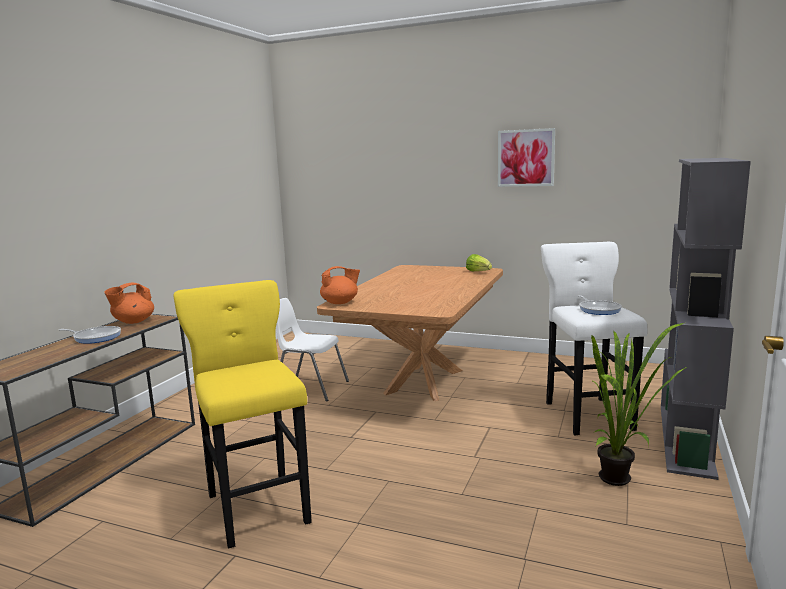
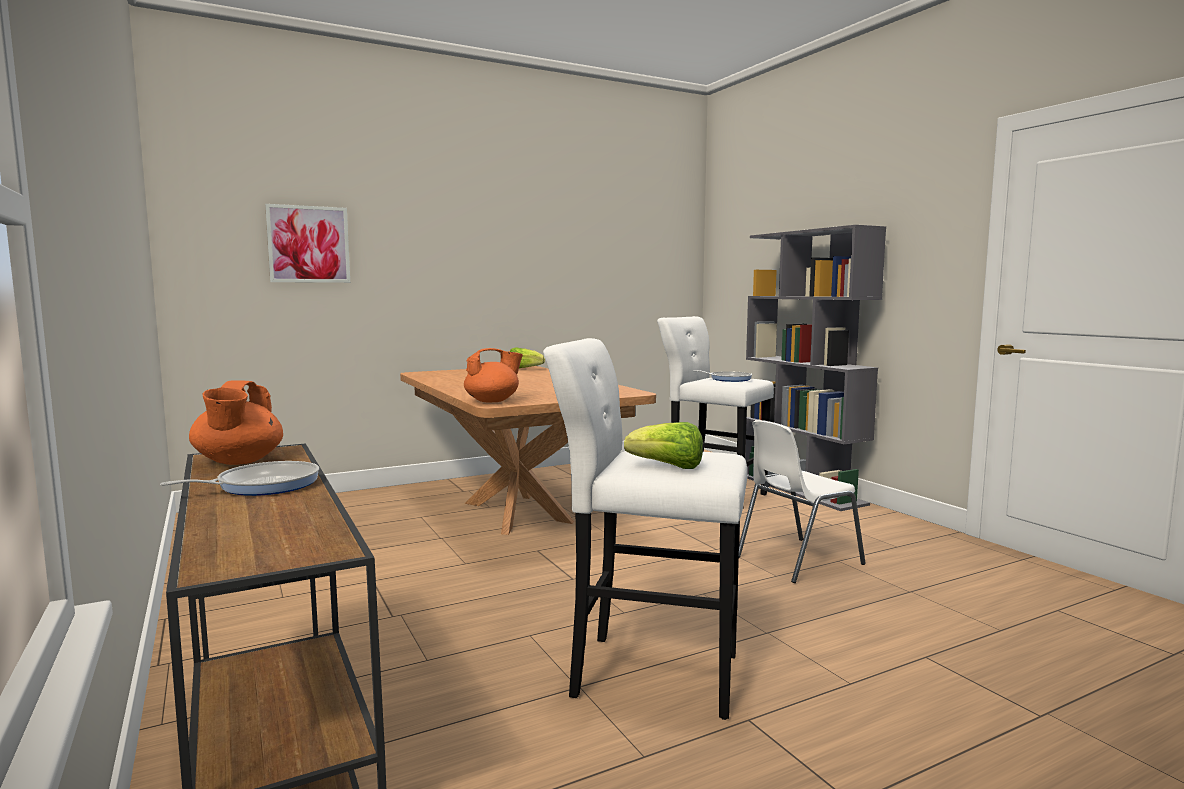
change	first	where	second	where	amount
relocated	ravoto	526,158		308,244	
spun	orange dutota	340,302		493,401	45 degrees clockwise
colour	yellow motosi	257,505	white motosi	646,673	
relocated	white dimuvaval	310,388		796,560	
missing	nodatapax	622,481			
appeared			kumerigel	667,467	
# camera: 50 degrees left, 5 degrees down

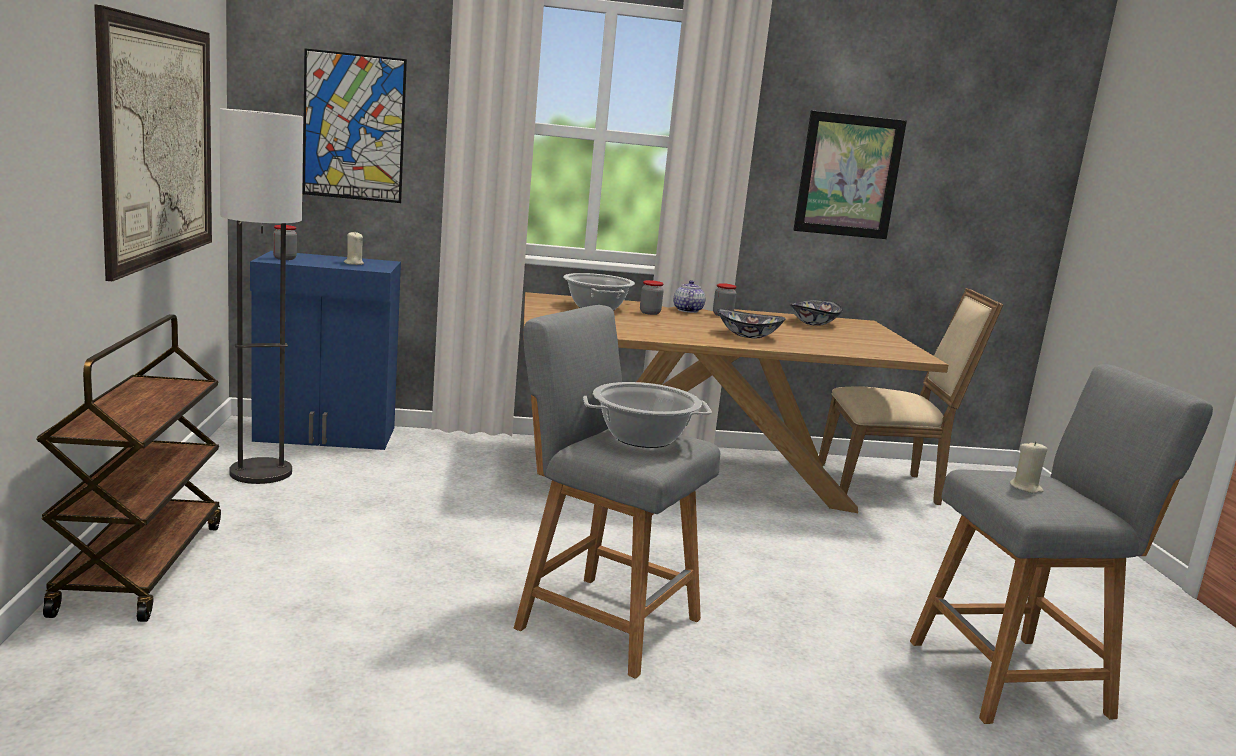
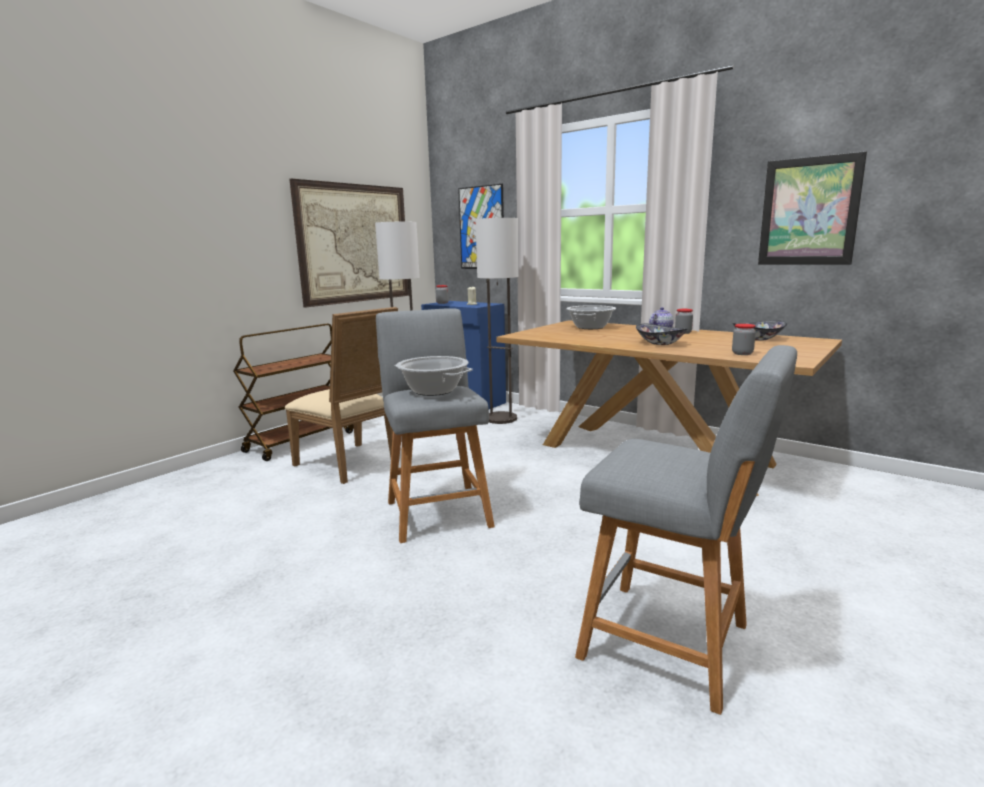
change	first	where	second	where	amount
relocated	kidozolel	650,313		742,353	
relocated	beige dimuvaval	885,485		351,465	
missing	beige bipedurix	1026,488			
appeared			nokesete	501,419	
# camera: 45 degrees right, 0 degrees up

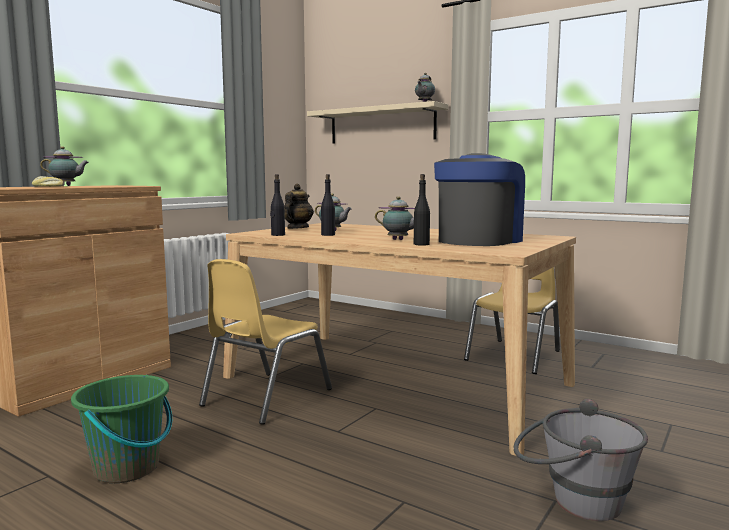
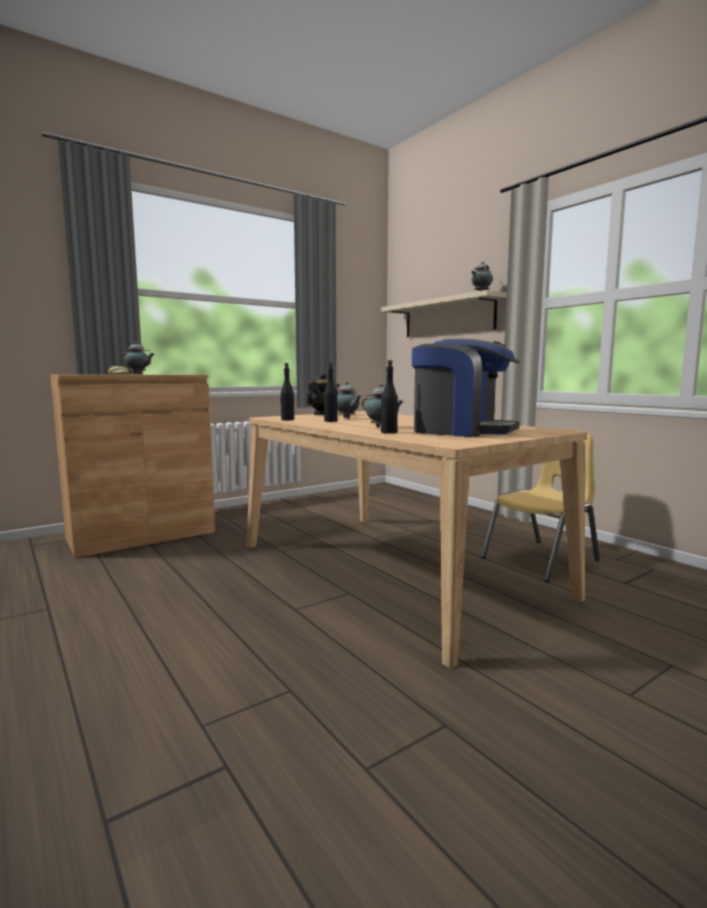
change	first	where	second	where	amount
spun	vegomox	479,240		461,431	60 degrees clockwise
missing	yellow dimuvaval	265,397			
missing	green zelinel	127,468			
missing	grey zelinel	572,500			
# camera: 20 degrees right, 0 degrees up

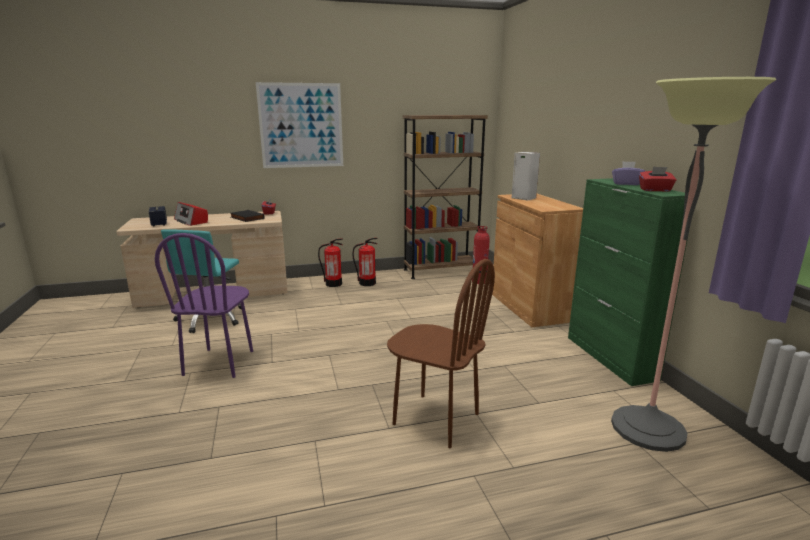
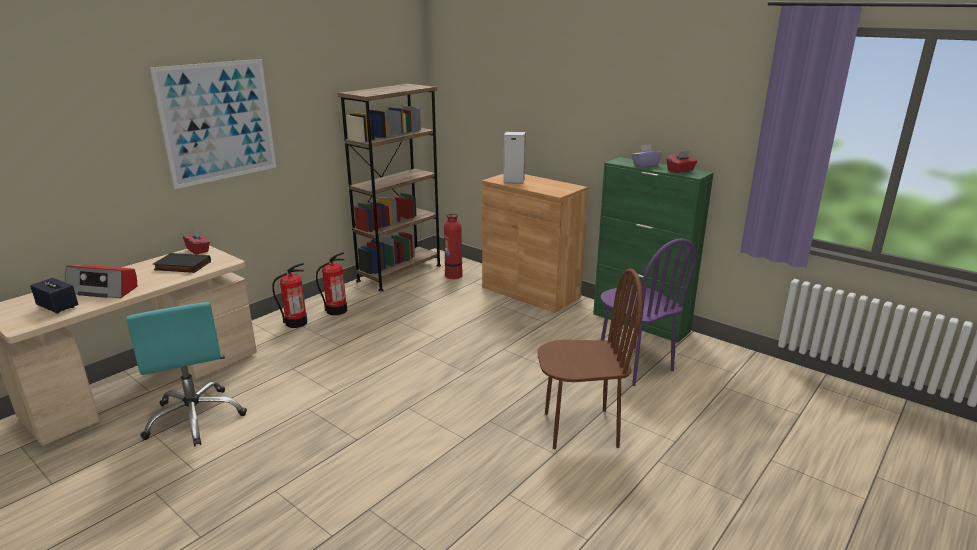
change	first	where	second	where	amount
missing	nokesete	647,428			
relocated	purple dimuvaval	219,363		634,365	
# camera: 35 degrees left, 5 degrees up

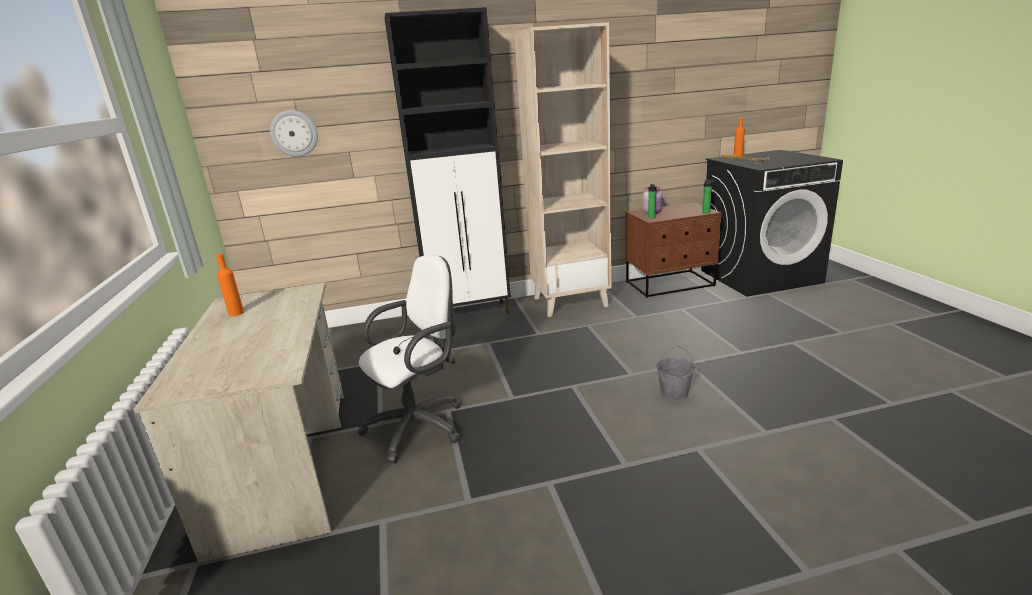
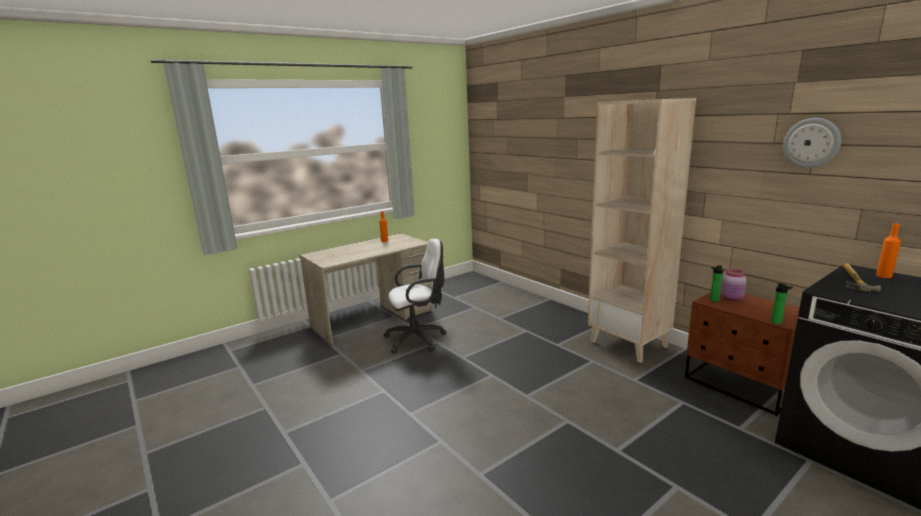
change	first	where	second	where	amount
missing	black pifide	470,313			
relocated	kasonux	294,133		811,143	
spun	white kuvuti	421,425		418,339	45 degrees counterclockwise
missing	grey zelinel	674,393			
# camera: 65 degrees right, 5 degrees down

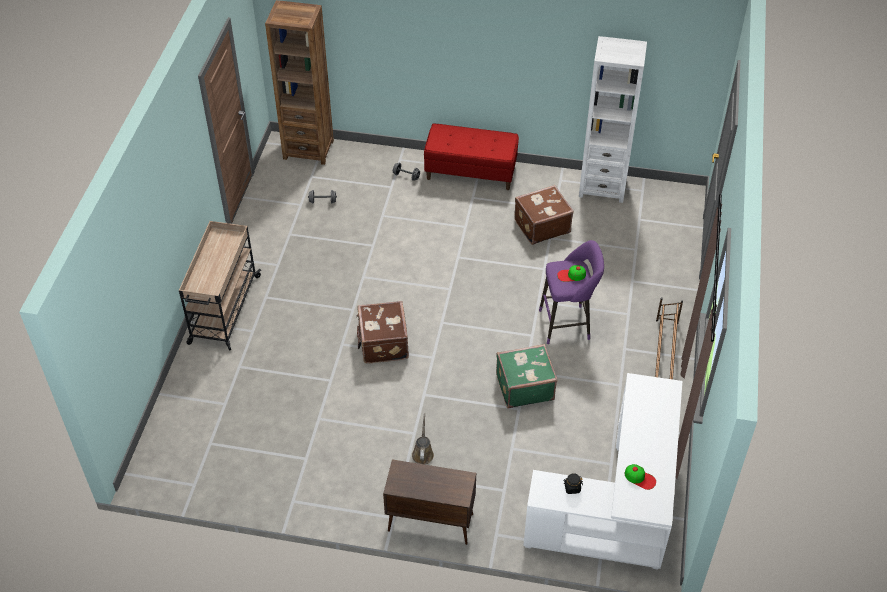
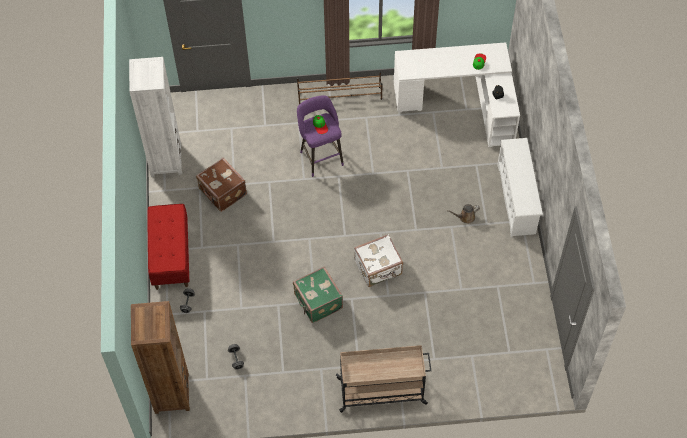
change	first	where	second	where	amount
colour	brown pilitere	382,344	white pilitere	378,268	
relocated	green pilitere	524,386		317,302	
exchanged	brown pifide	429,523	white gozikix	517,199	
# camera: 105 degrees left, 10 degrees up

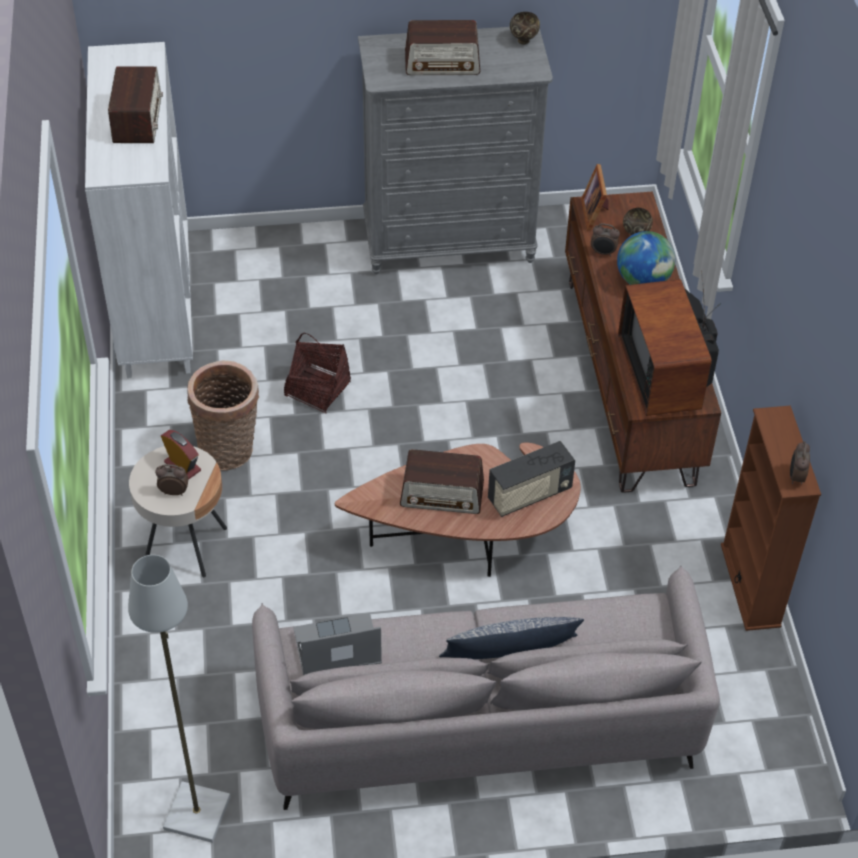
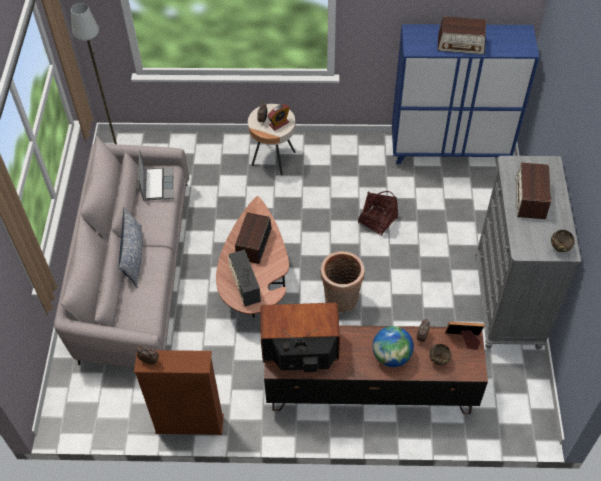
change	first	where	second	where	amount
colour	white pifide	156,307	blue pifide	449,150	
relocated	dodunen	230,450		341,301	
# camera: 100 degrees right, 5 degrees up

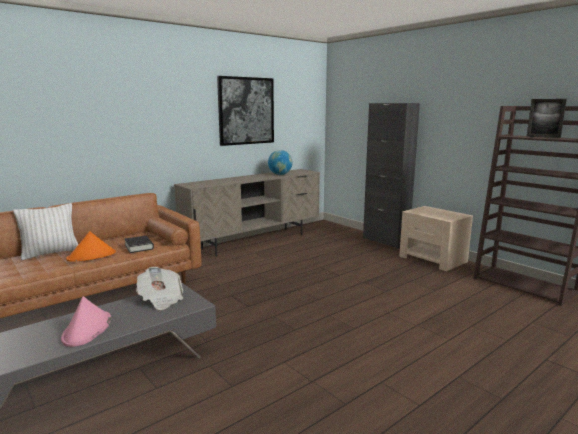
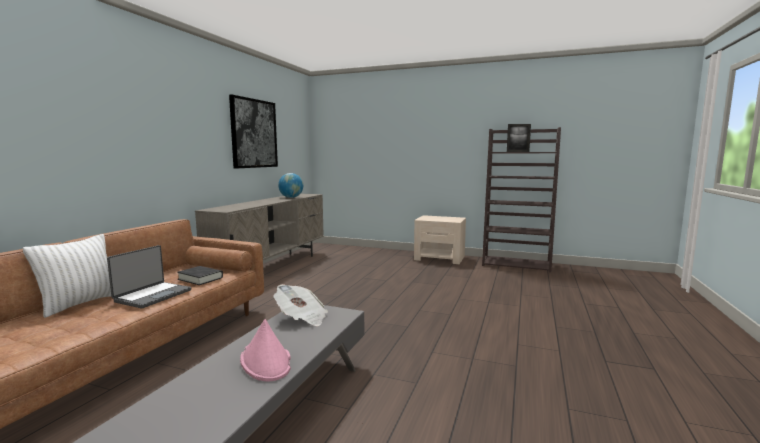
change	first	where	second	where	amount
missing	black pifide	385,241			
exchanged	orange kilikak	92,256	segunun	152,295	
# camera: 30 degrees left, 5 degrees down

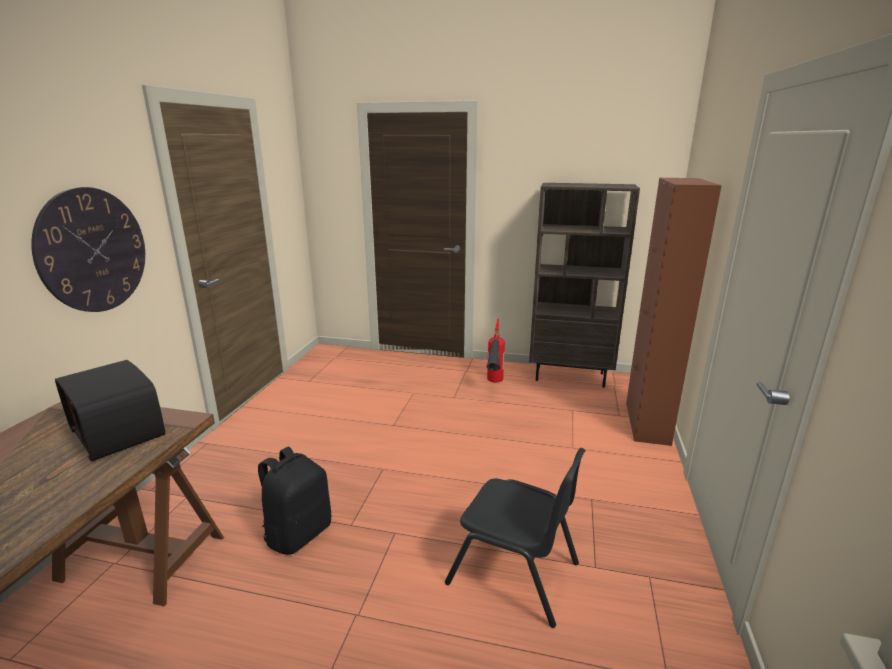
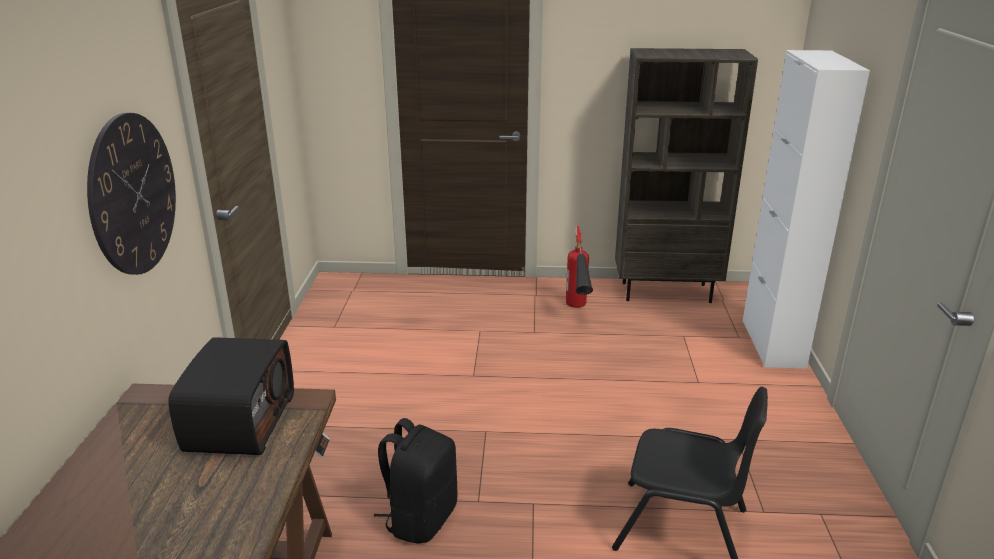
change	first	where	second	where	amount
colour	brown pifide	647,423	white pifide	772,343	
spun	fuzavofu	120,431		239,422	120 degrees counterclockwise
# camera: 10 degrees left, 5 degrees up

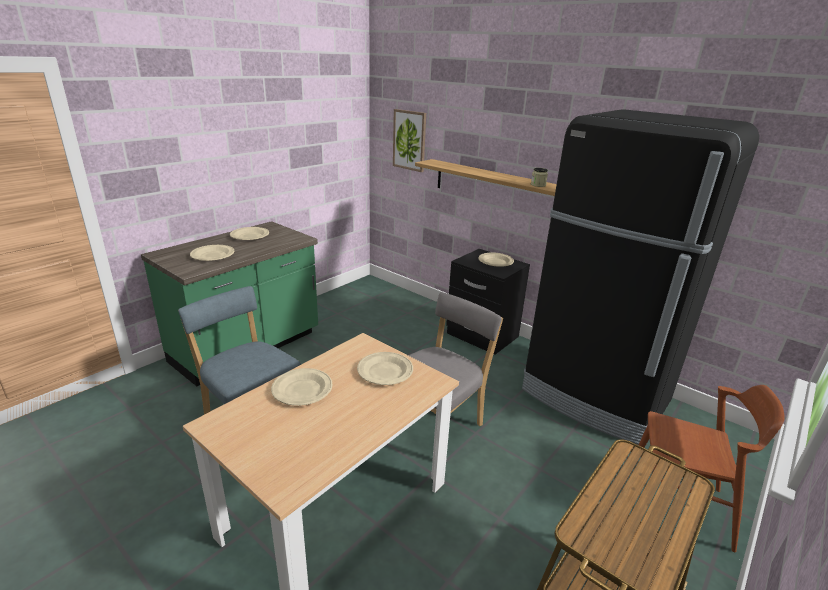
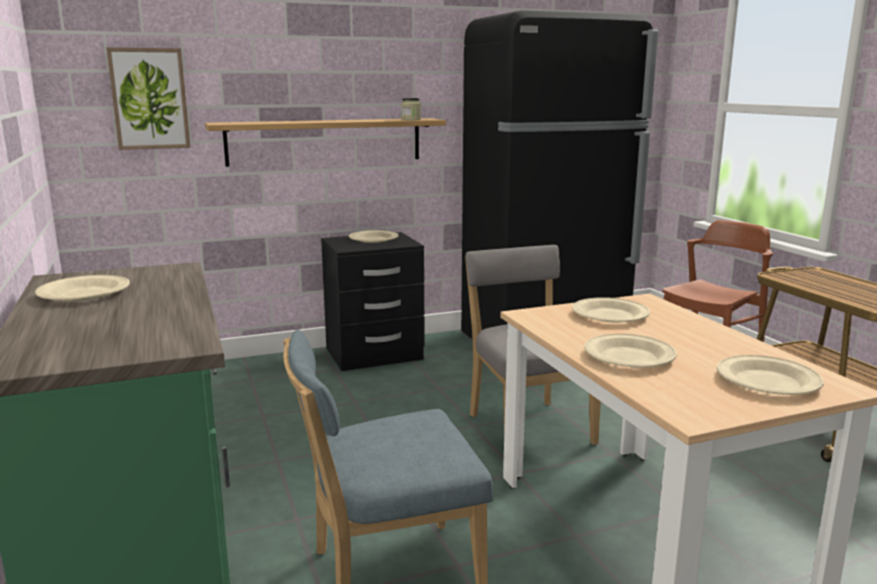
change	first	where	second	where	amount
relocated	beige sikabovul	213,255		768,381	
# camera: 60 degrees left, 10 degrees down

